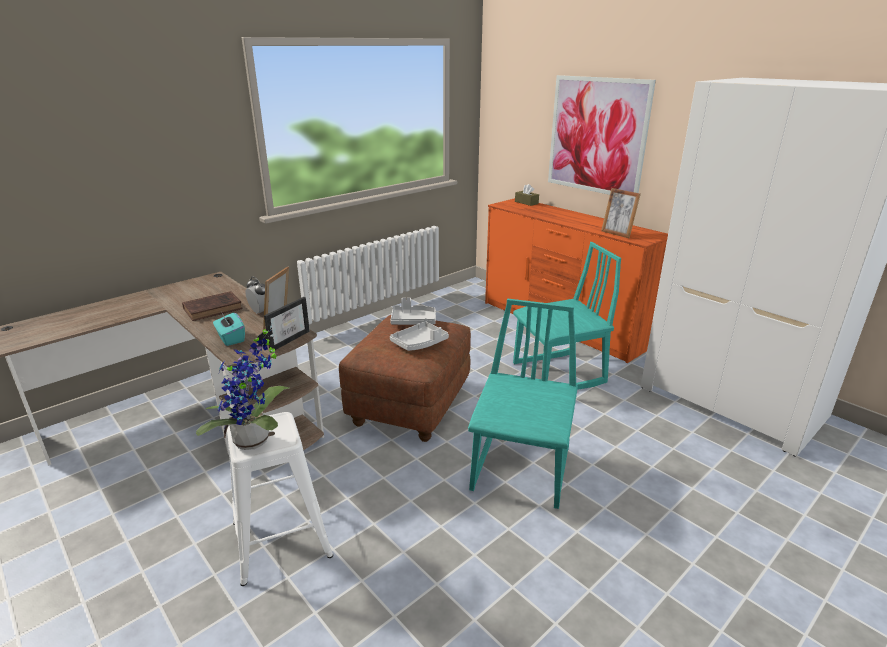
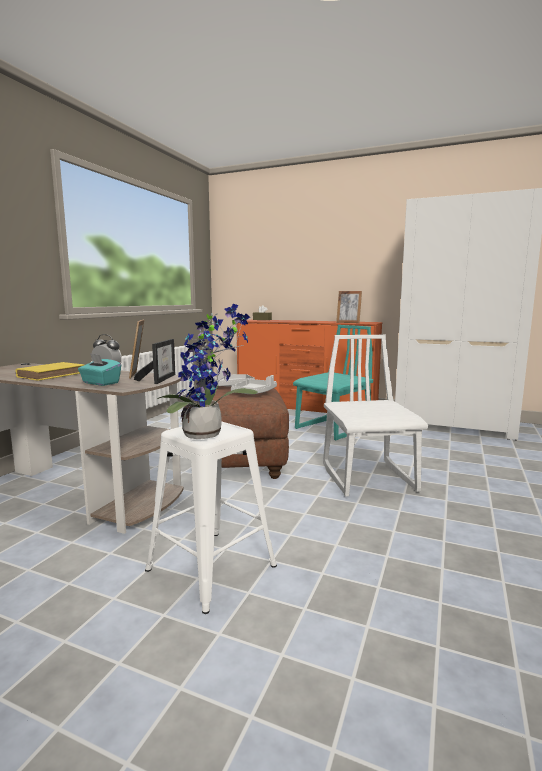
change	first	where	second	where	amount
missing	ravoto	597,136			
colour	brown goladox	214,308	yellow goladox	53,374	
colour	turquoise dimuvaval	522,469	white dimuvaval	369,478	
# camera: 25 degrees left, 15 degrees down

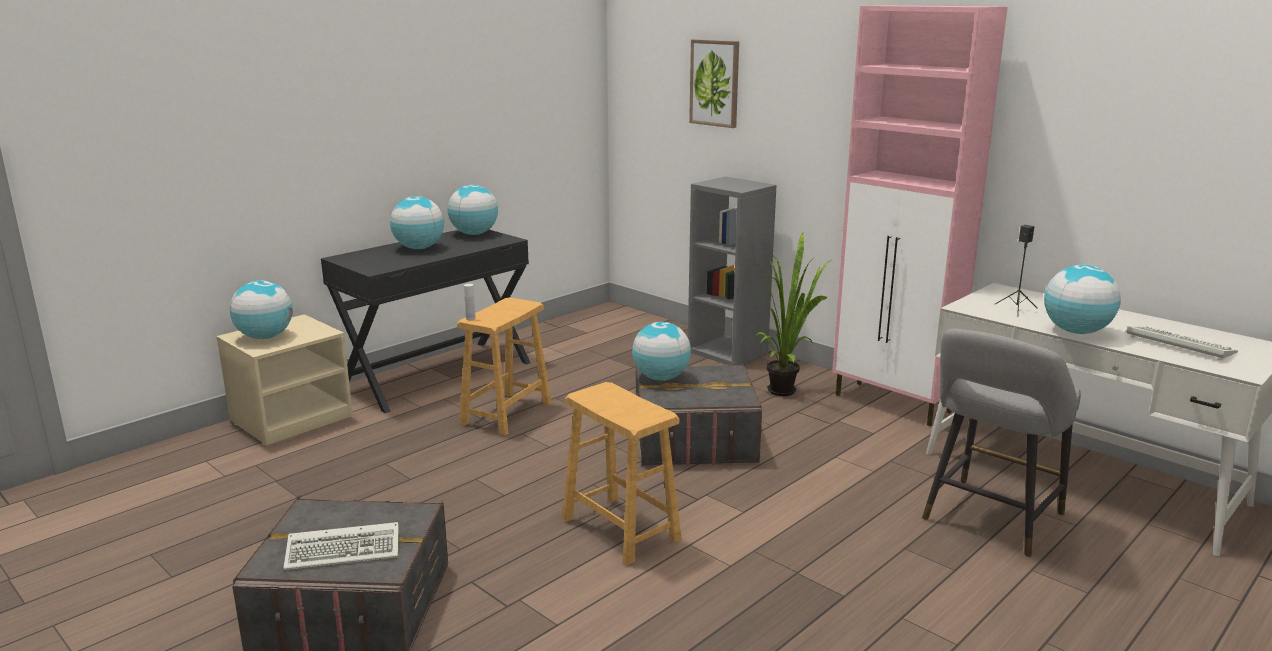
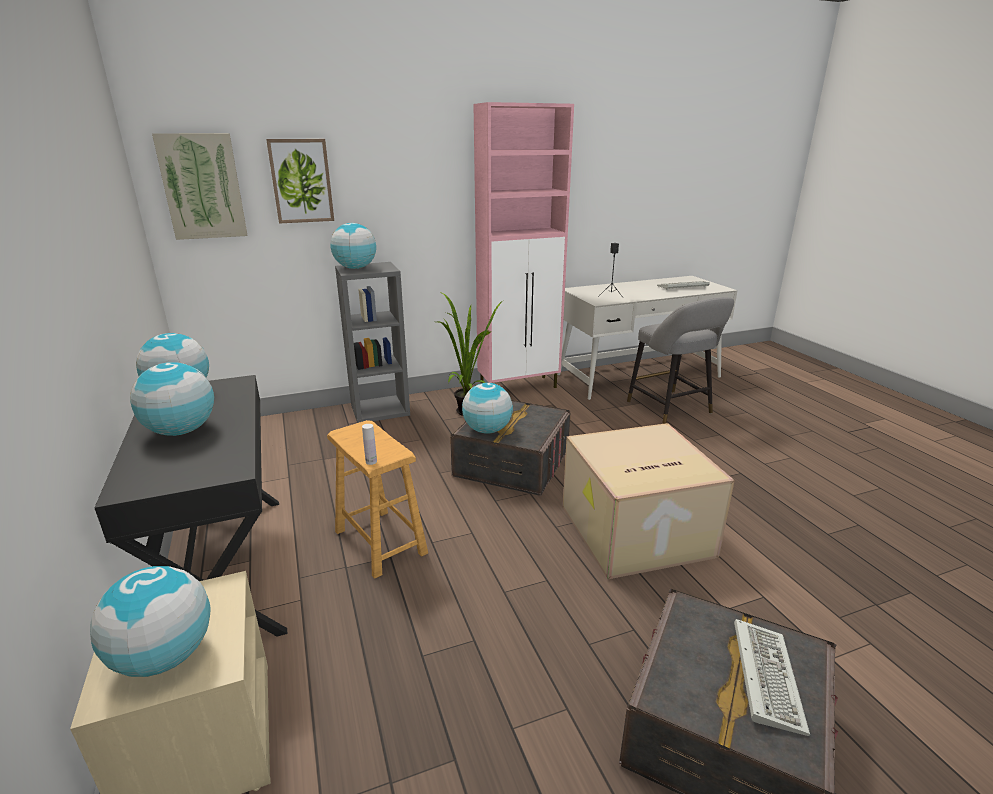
change	first	where	second	where	amount
relocated	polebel	1076,331		355,268	
exchanged	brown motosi	620,530	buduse	634,532	
appeared			ravoto	202,186	
# camera: 65 degrees left, 5 degrees up

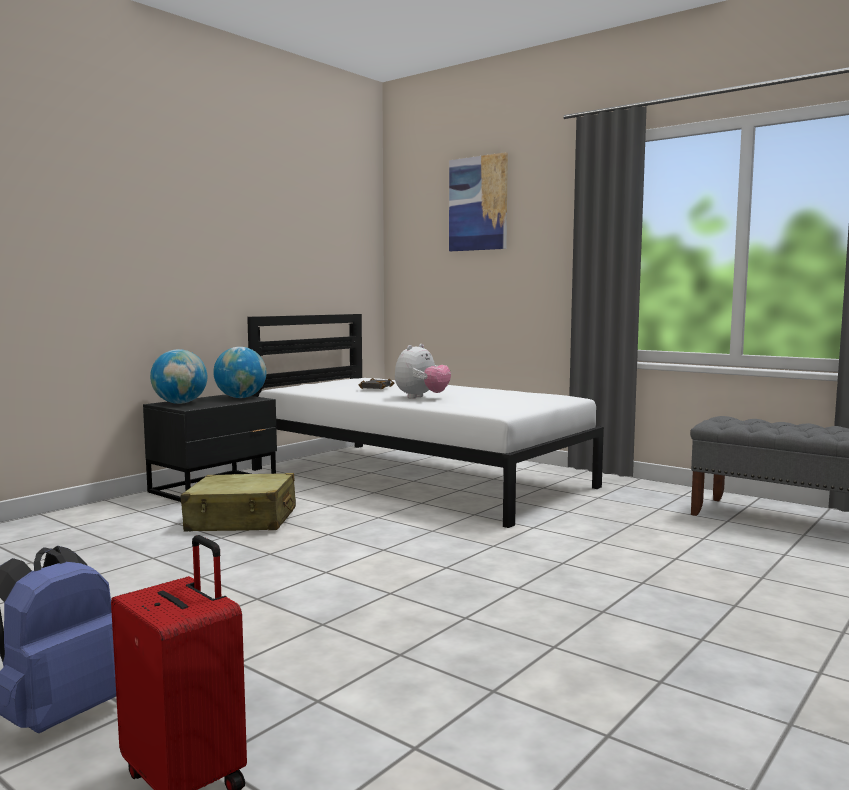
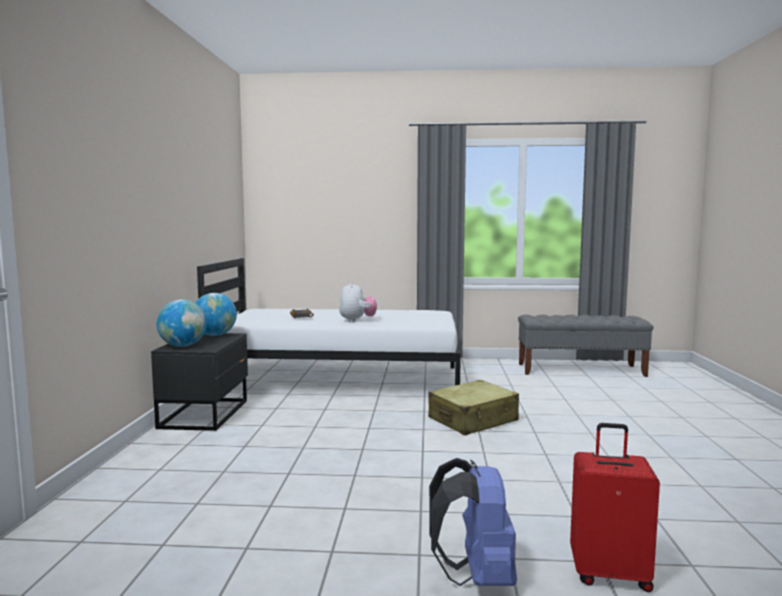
change	first	where	second	where	amount
missing	ravoto	478,203			
relocated	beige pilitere	242,520		473,420	
# camera: 35 degrees left, 0 degrees up

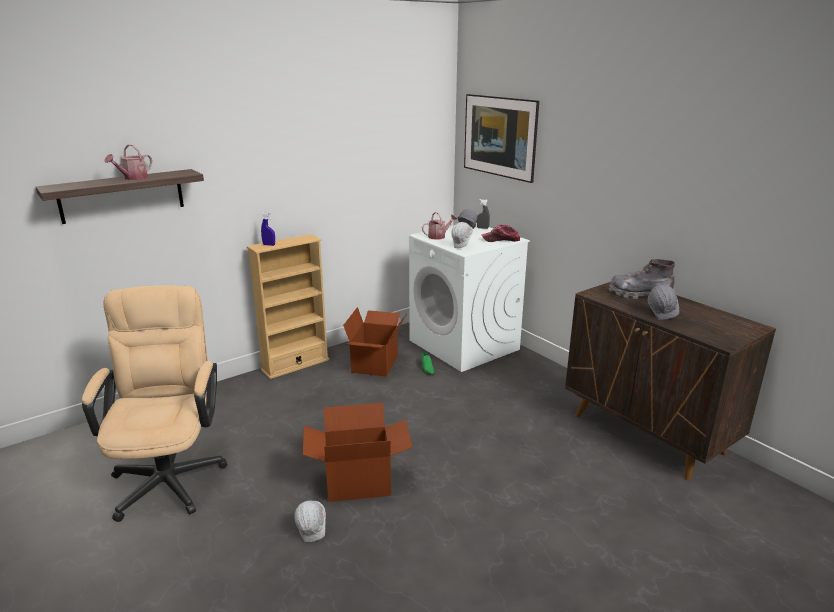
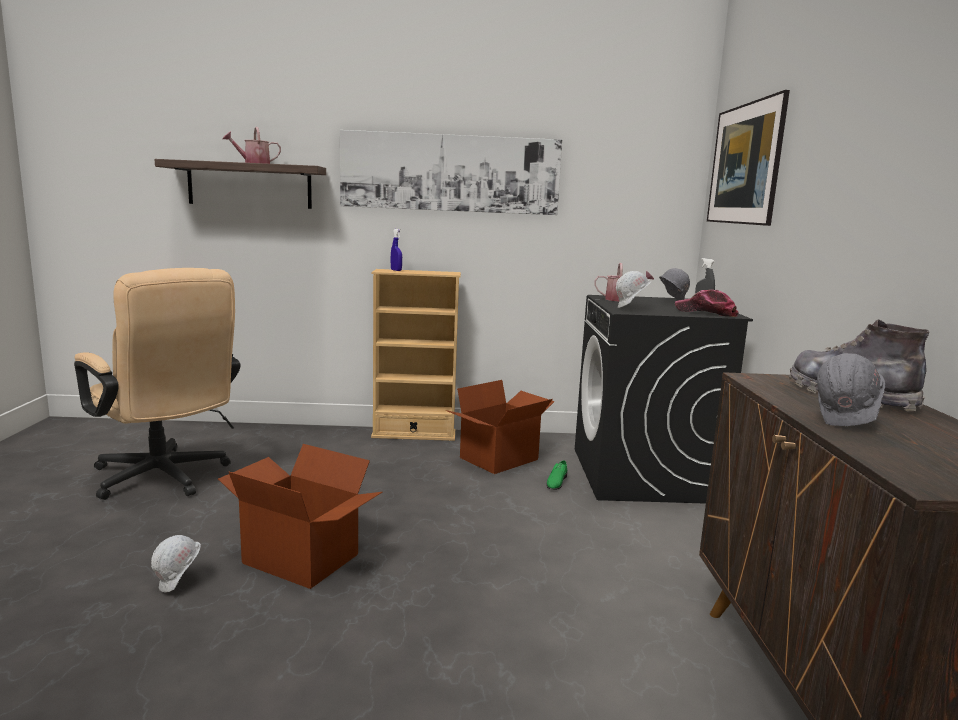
change	first	where	second	where	amount
colour	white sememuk	464,345	black sememuk	643,475	
spun	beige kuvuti	170,474		165,479	105 degrees clockwise
appeared			ravoto	450,173	
# camera: 35 degrees right, 10 degrees down

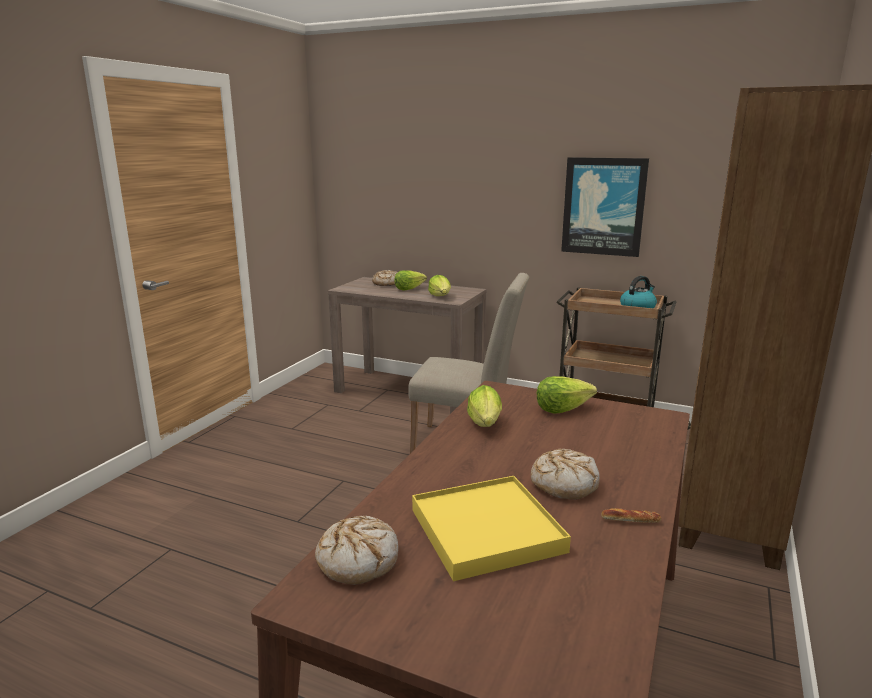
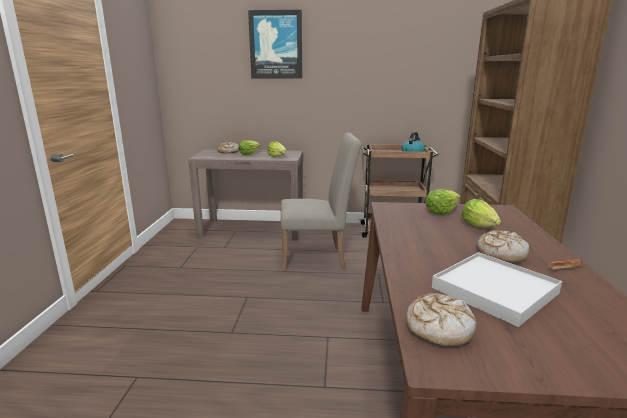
change	first	where	second	where	amount
relocated	ravoto	603,206		276,45	
relocated	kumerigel	485,425		480,227	
colour	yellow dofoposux	486,531	white dofoposux	494,290	
# camera: 20 degrees left, 0 degrees up

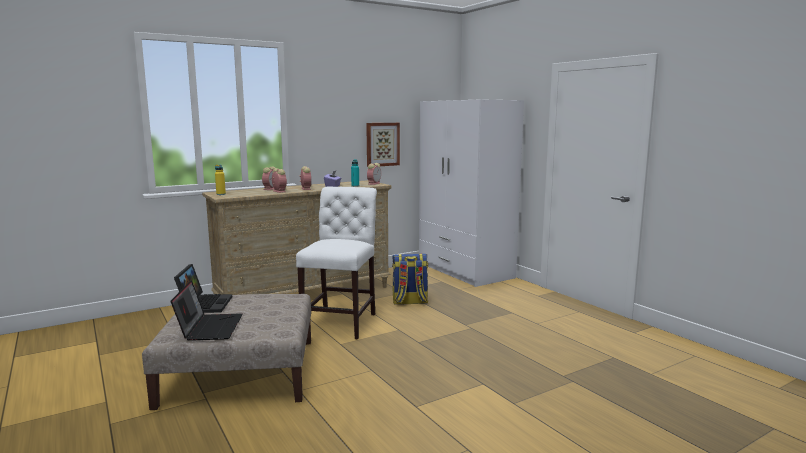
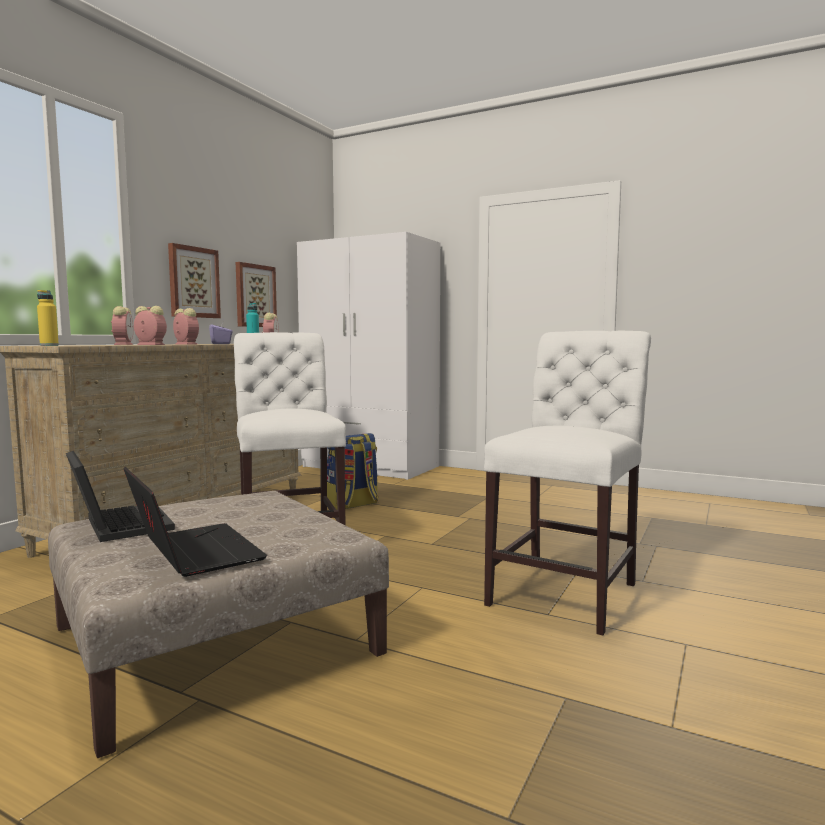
change	first	where	second	where	amount
appeared			ravoto	193,282	
appeared			white dimuvaval	568,591	
# camera: 30 degrees left, 5 degrees down

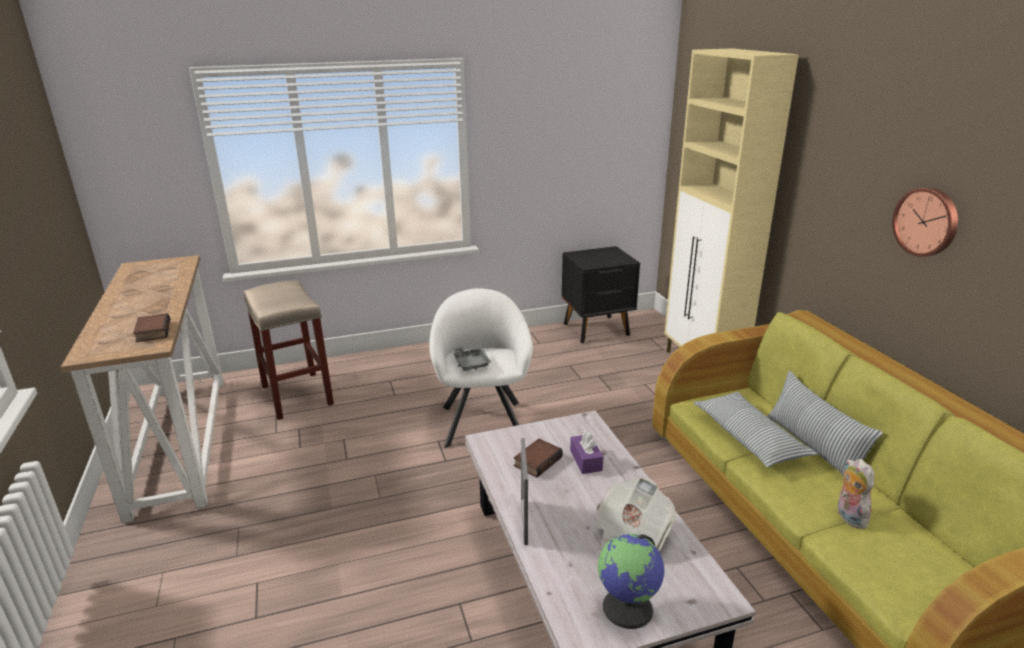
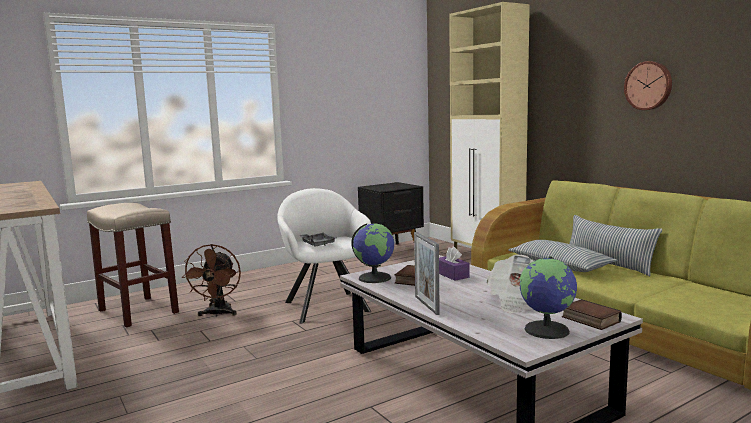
change	first	where	second	where	amount
relocated	goladox	152,331		589,319	
missing	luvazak	848,516			
appeared			polebel	375,278	
appeared			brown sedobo	218,314	
# camera: 15 degrees left, 15 degrees down

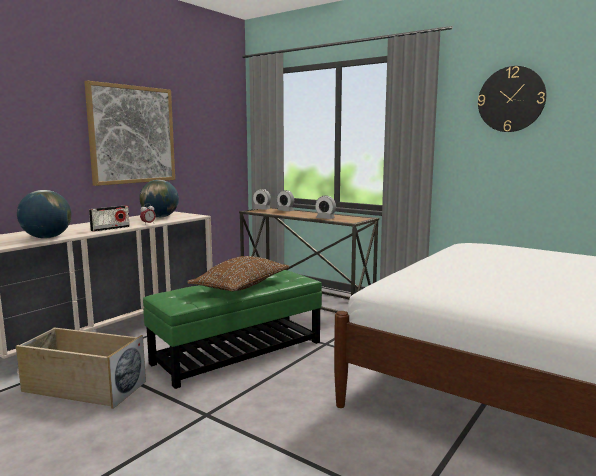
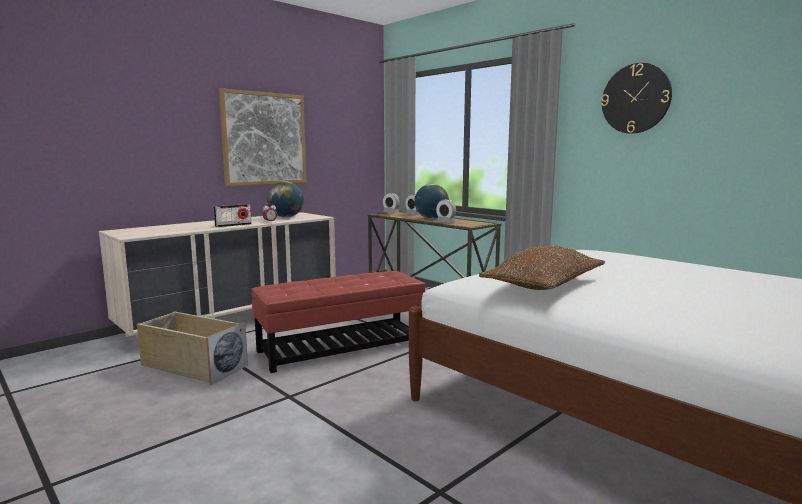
change	first	where	second	where	amount
relocated	polebel	47,238		431,218	
relocated	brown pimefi	241,286		544,285	
colour	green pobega	238,352	red pobega	341,346	
# camera: 10 degrees right, 0 degrees up

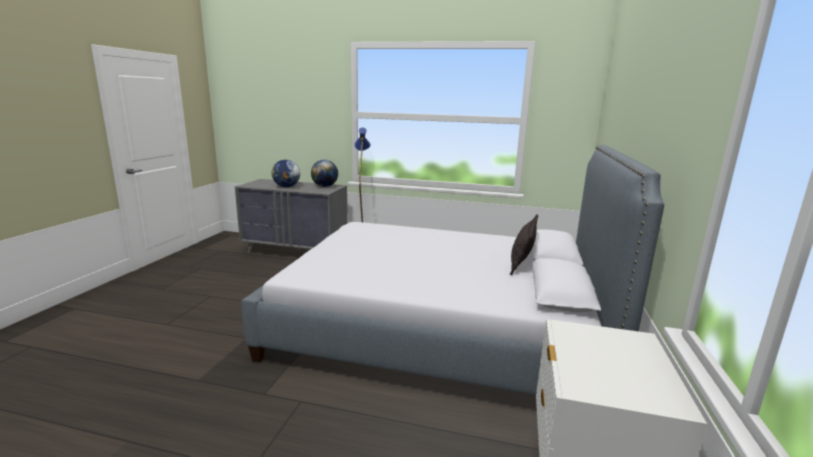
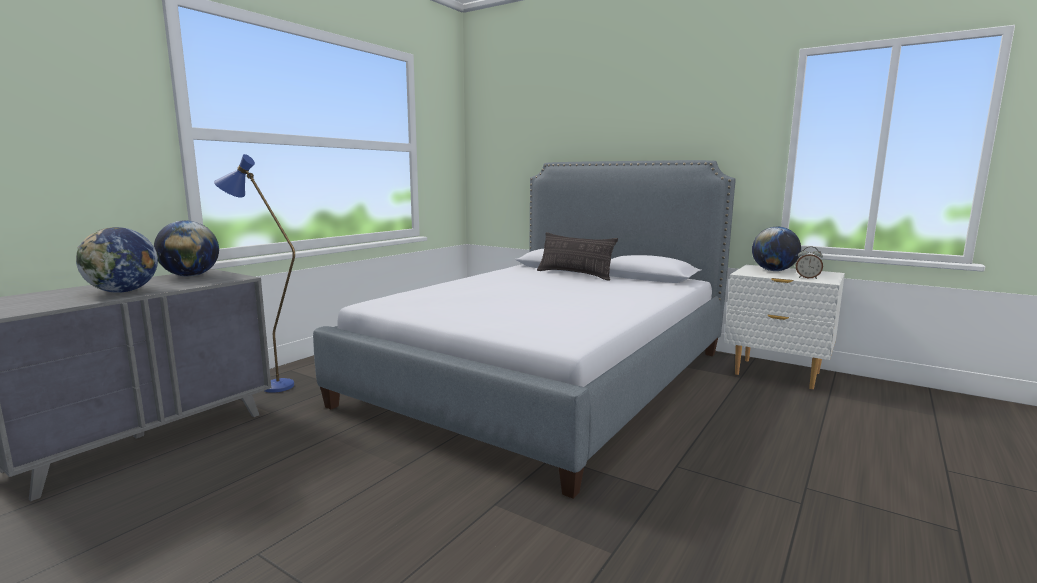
change	first	where	second	where	amount
appeared			polebel	773,271	
appeared			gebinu	807,278	
# camera: 70 degrees left, 5 degrees down

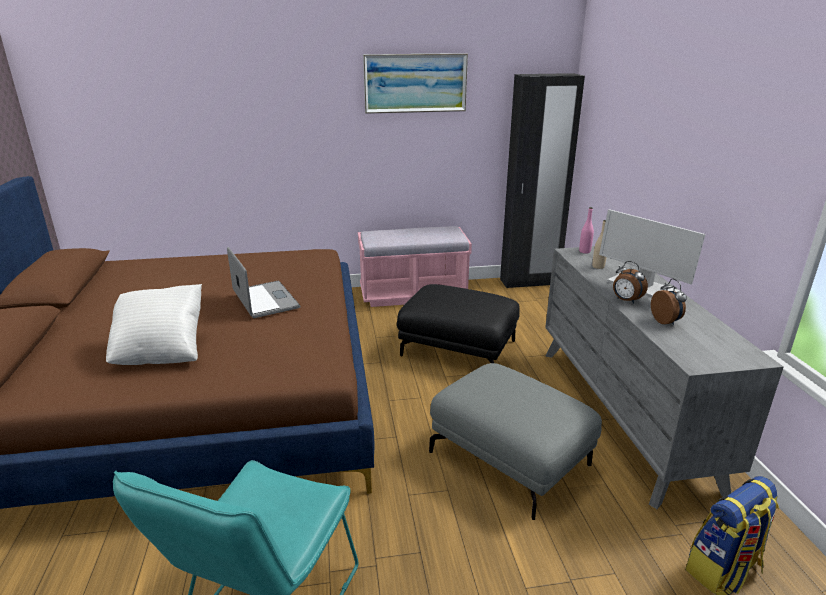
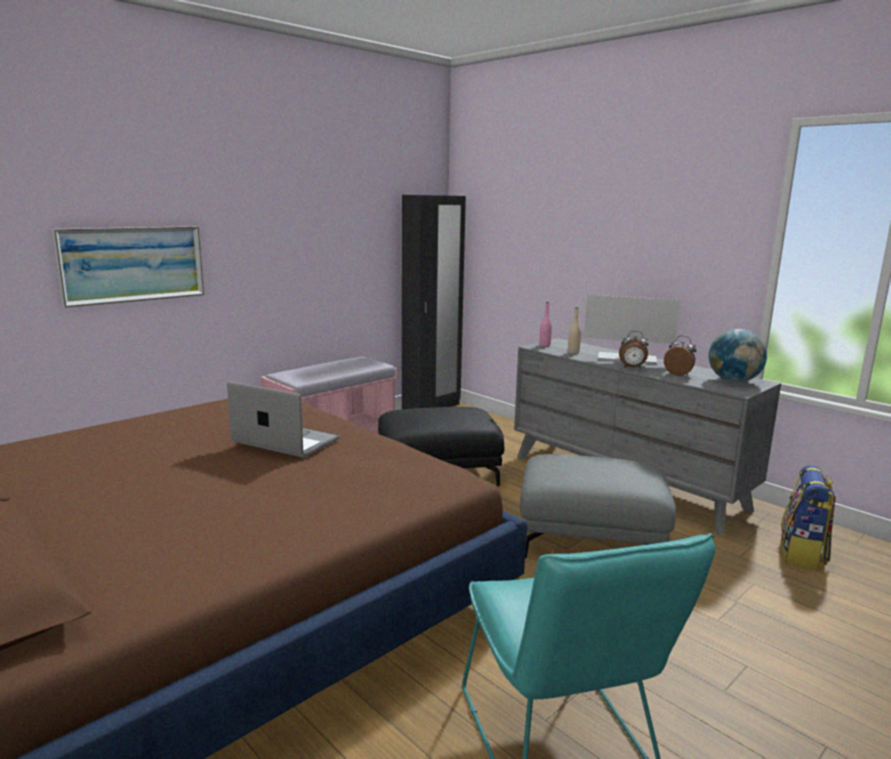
change	first	where	second	where	amount
relocated	ravoto	415,83		133,264	
missing	white pimefi	162,351			
appeared			polebel	733,381	
# camera: 35 degrees left, 10 degrees down

